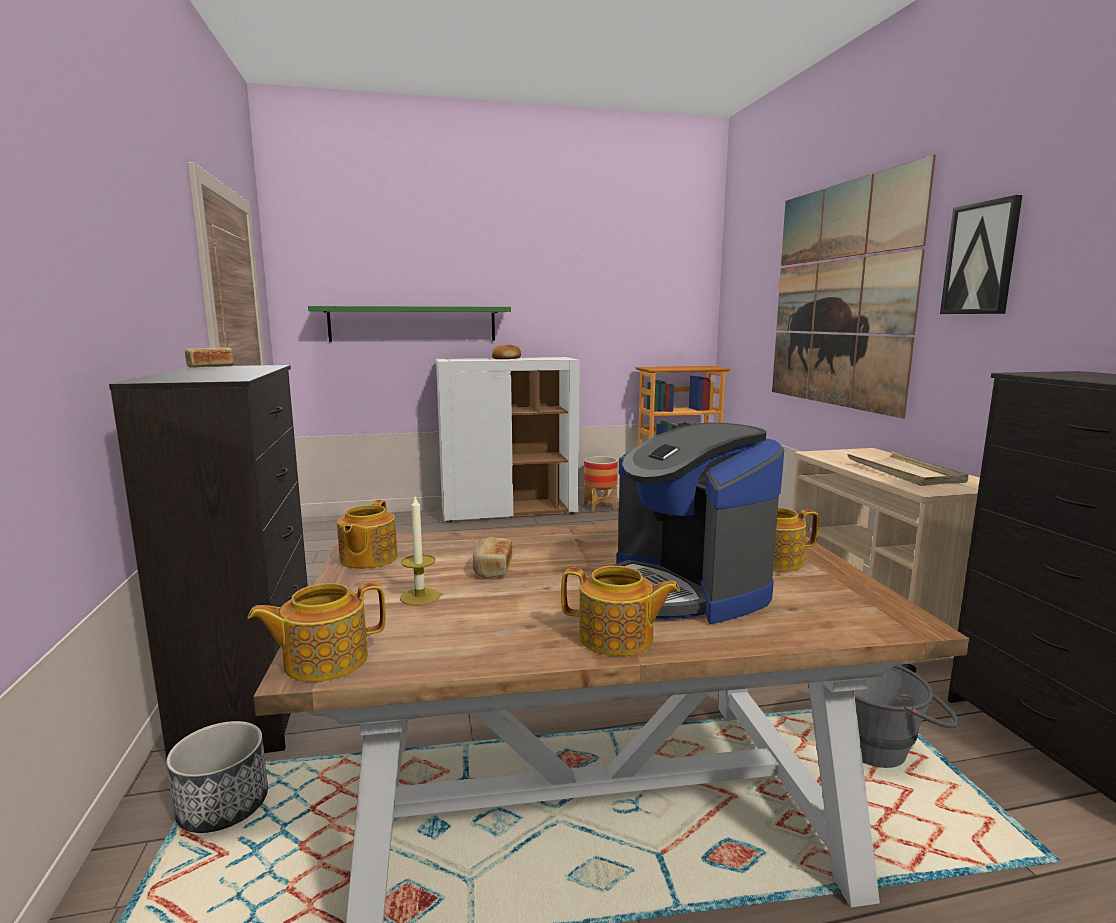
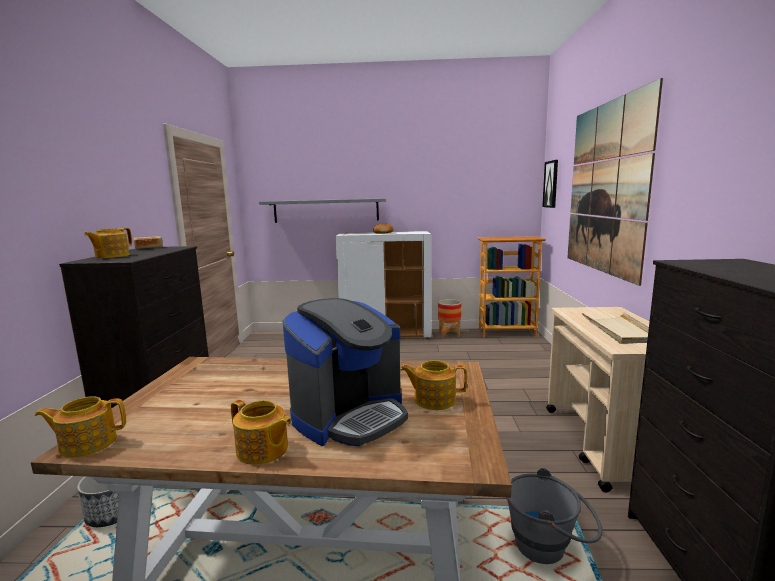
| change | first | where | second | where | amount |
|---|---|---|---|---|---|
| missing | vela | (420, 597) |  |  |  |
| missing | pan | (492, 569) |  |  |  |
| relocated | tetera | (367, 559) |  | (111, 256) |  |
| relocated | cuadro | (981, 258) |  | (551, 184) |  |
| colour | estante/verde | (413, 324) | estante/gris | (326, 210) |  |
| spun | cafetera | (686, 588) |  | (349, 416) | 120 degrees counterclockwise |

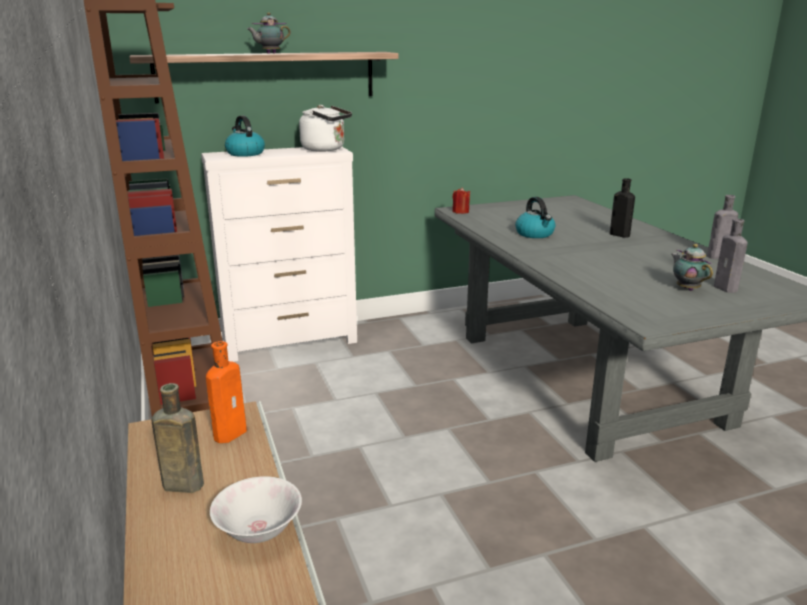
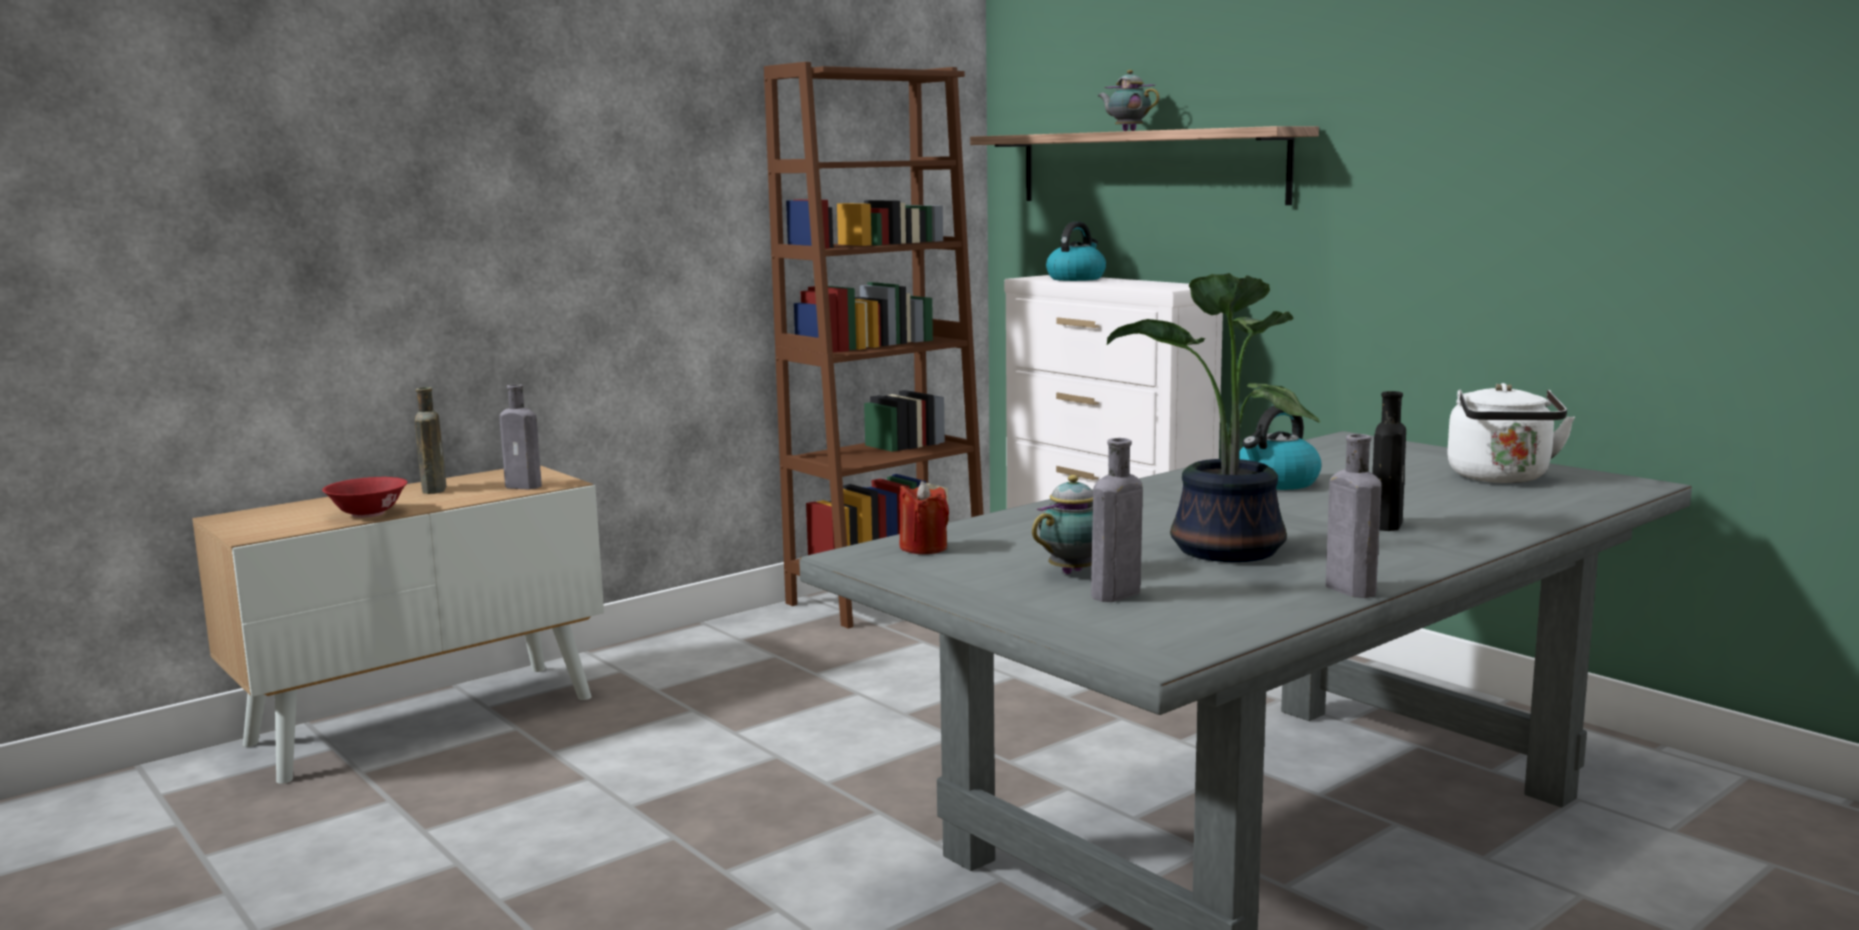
| change | first | where | second | where | amount |
|---|---|---|---|---|---|
| appeared |  |  | planta en maceta | (1221, 551) |  |
| relocated | hervidor/blanco | (326, 149) |  | (1501, 478) |  |
| relocated | vela/rojo | (460, 211) |  | (923, 548) |  |
| colour | botella/naranja | (232, 432) | botella/gris | (526, 486) |  |
| colour | cuenco/blanco | (258, 530) | cuenco/rojo | (368, 514) |  |

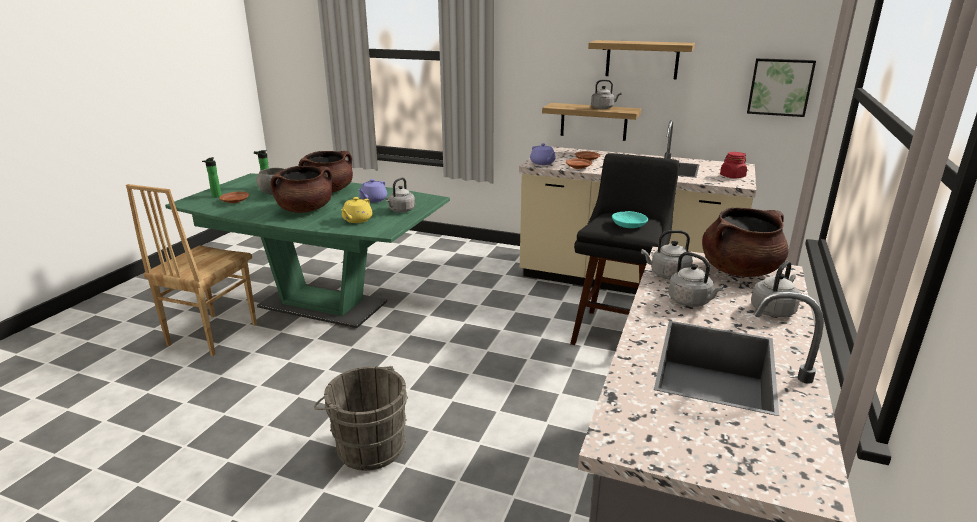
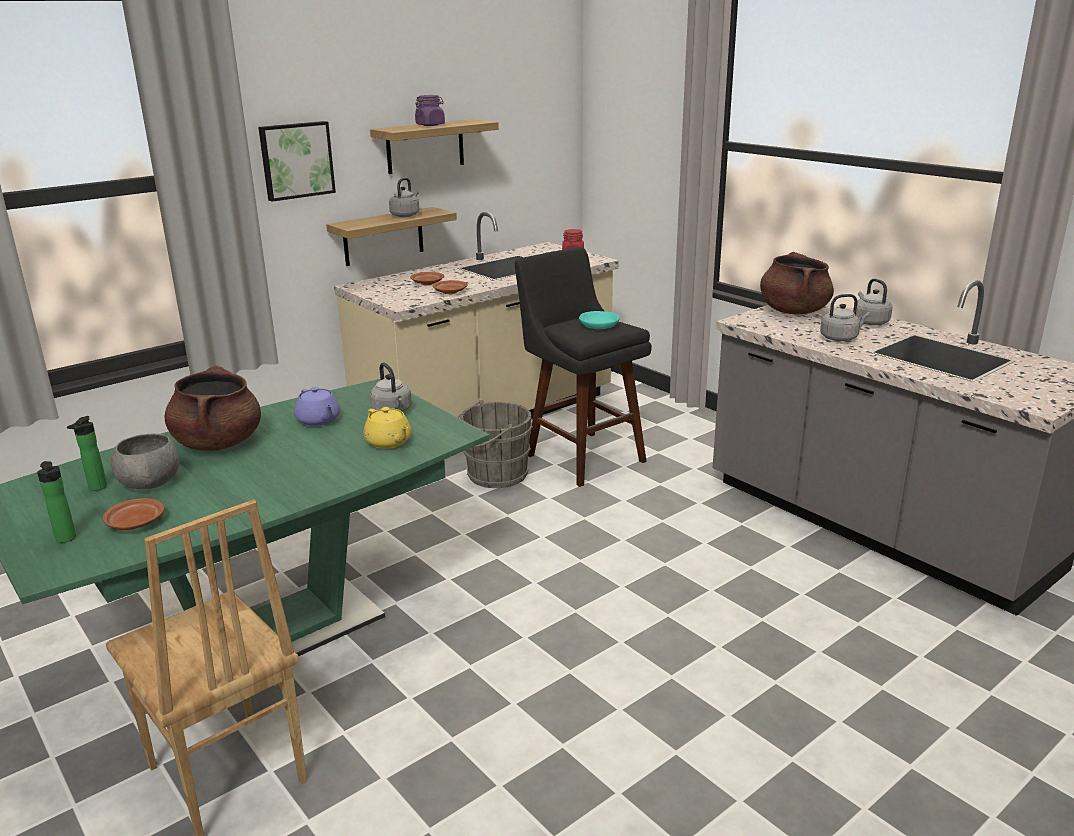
| change | first | where | second | where | amount |
|---|---|---|---|---|---|
| missing | olla/marrón | (305, 210) |  |  |  |
| missing | tetera/morado | (542, 163) |  |  |  |
| missing | hervidor/gris | (667, 275) |  |  |  |
| appeared |  |  | tarro/morado | (430, 125) |  |
| relocated | cubo/gris | (367, 446) |  | (493, 475) |  |
| relocated | cuadro | (780, 87) |  | (296, 160) |  |

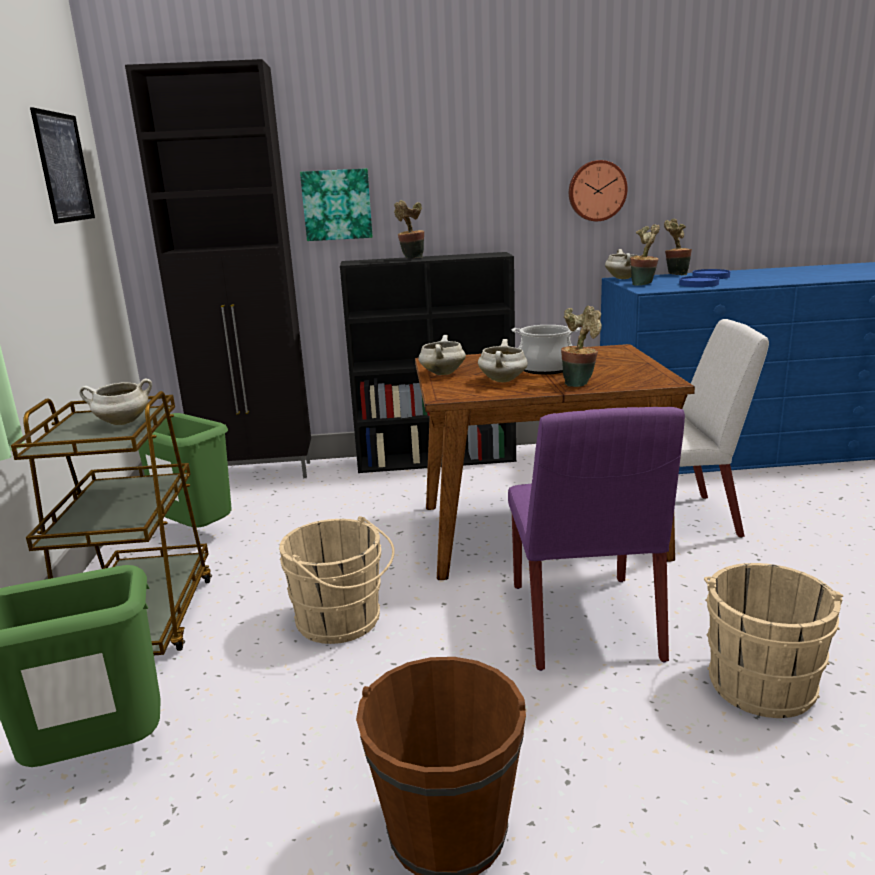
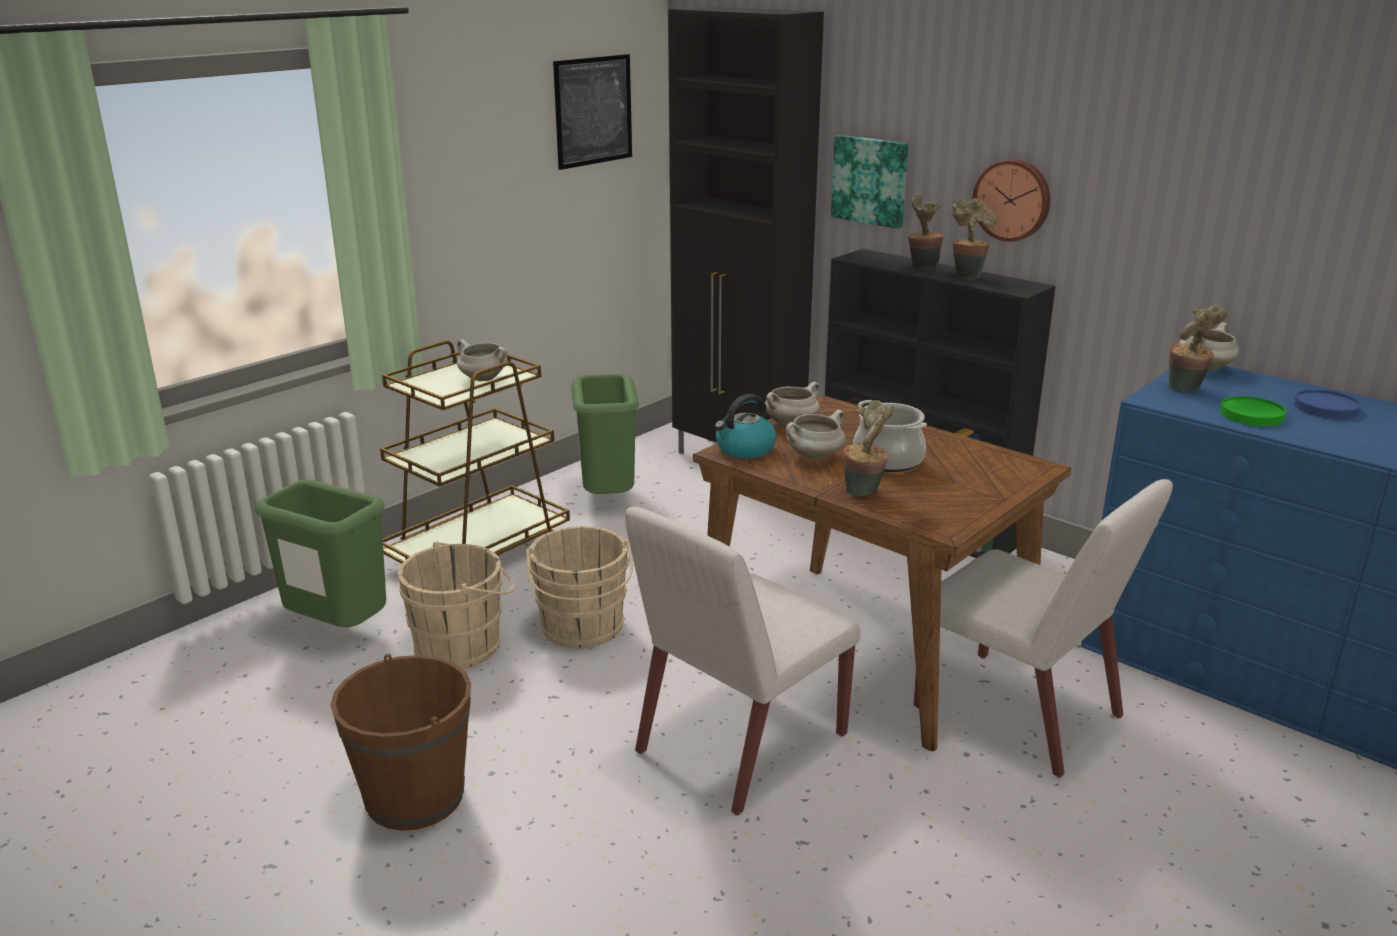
| change | first | where | second | where | amount |
|---|---|---|---|---|---|
| appeared |  |  | hervidor | (744, 449) |  |
| relocated | reloj de pared | (596, 191) |  | (1013, 199) |  |
| relocated | planta en maceta | (675, 274) |  | (967, 275) |  |
| relocated | cubo/beis | (761, 681) |  | (463, 645) |  |
| colour | silla/morado | (584, 622) | silla/blanco | (740, 745) |  |
| colour | plato/azul | (698, 284) | plato/verde | (1251, 415) |  |

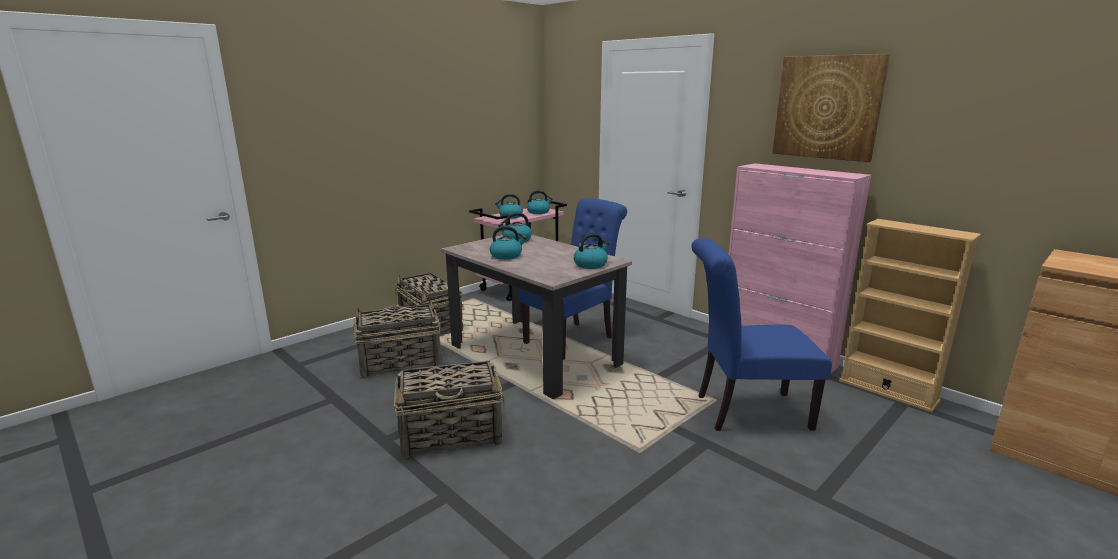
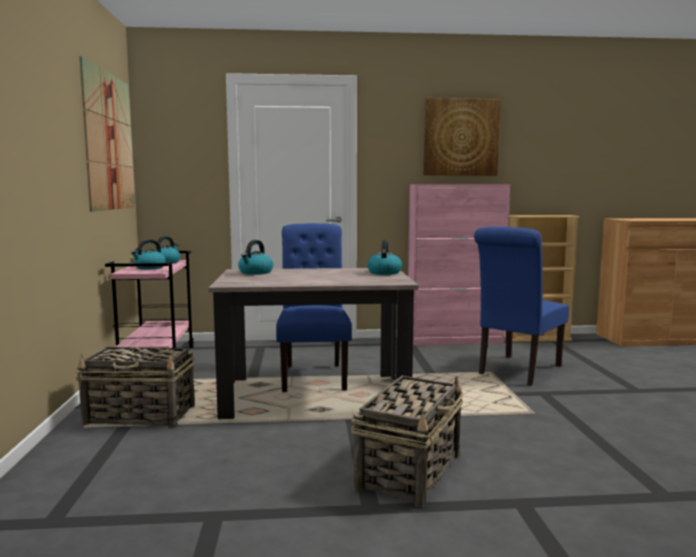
| change | first | where | second | where | amount |
|---|---|---|---|---|---|
| missing | cesta | (399, 363) |  |  |  |
| missing | hervidor | (506, 256) |  |  |  |
| appeared |  |  | cuadro | (109, 141) |  |

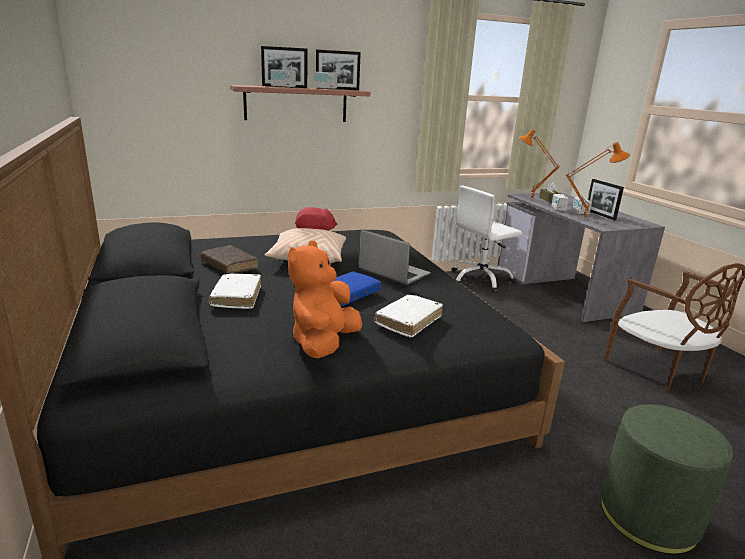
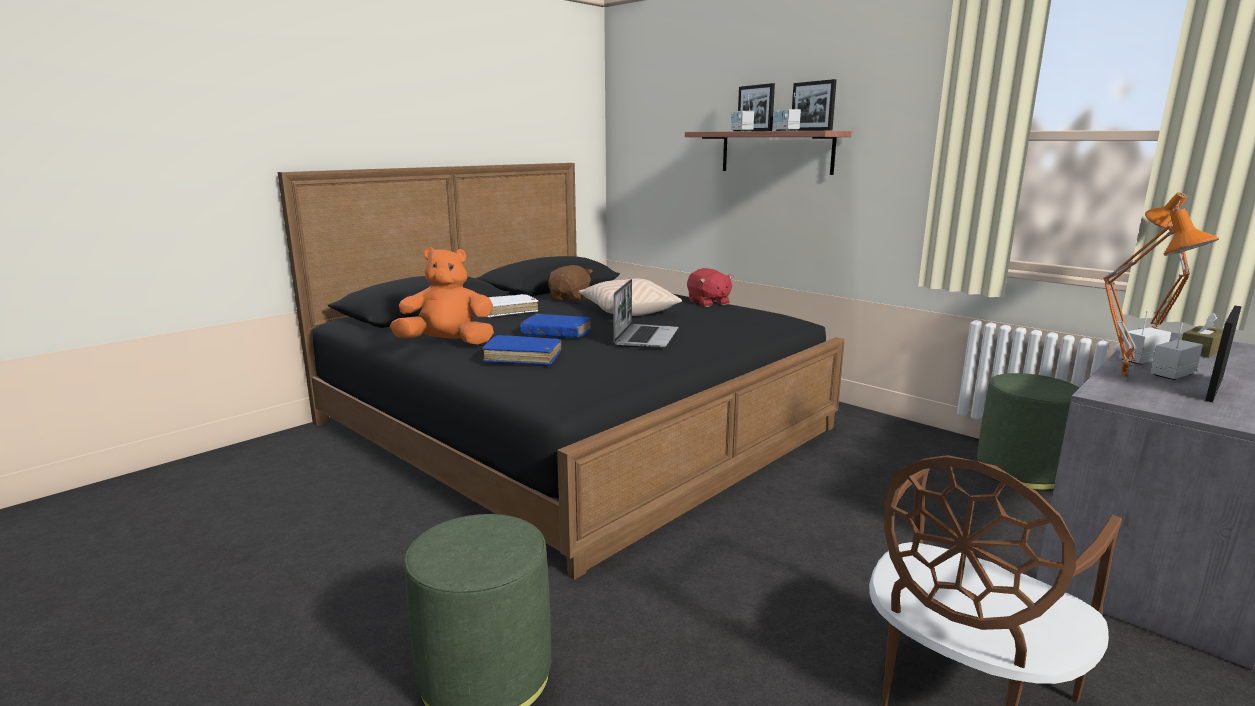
| change | first | where | second | where | amount |
|---|---|---|---|---|---|
| exchanged | libro/marrón | (229, 265) | peluche/marrón | (570, 299) |  |
| exchanged | silla de oficina/blanco | (480, 280) | puf/verde | (1020, 471) |  |
| colour | libro/blanco | (408, 321) | libro/azul | (523, 358) |  |

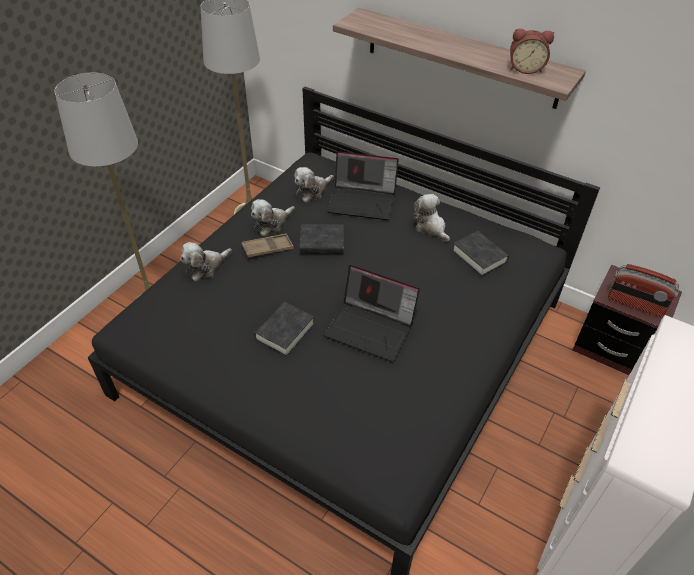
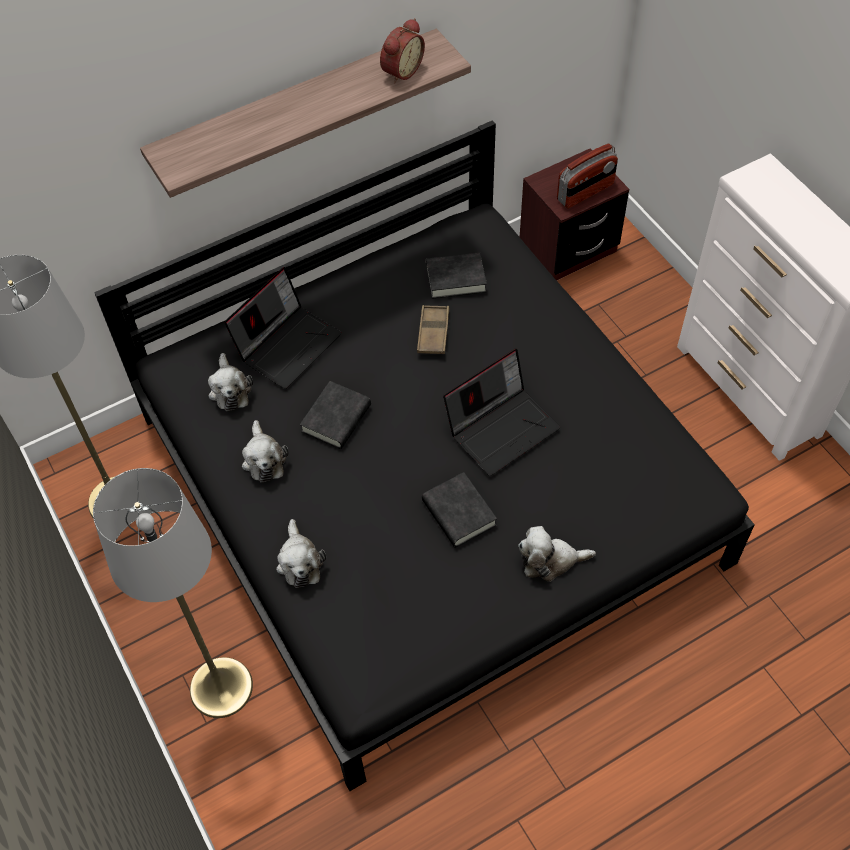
| change | first | where | second | where | amount |
|---|---|---|---|---|---|
| relocated | bandeja/marrón | (267, 248) |  | (433, 332) |  |
| relocated | peluche | (430, 227) |  | (550, 560) |  |

